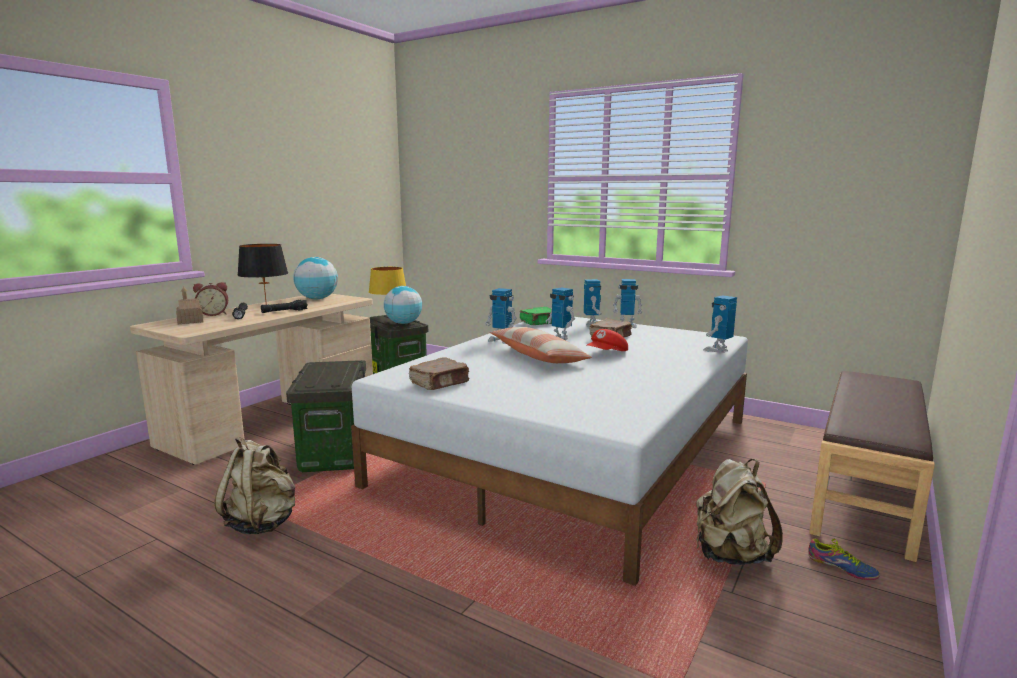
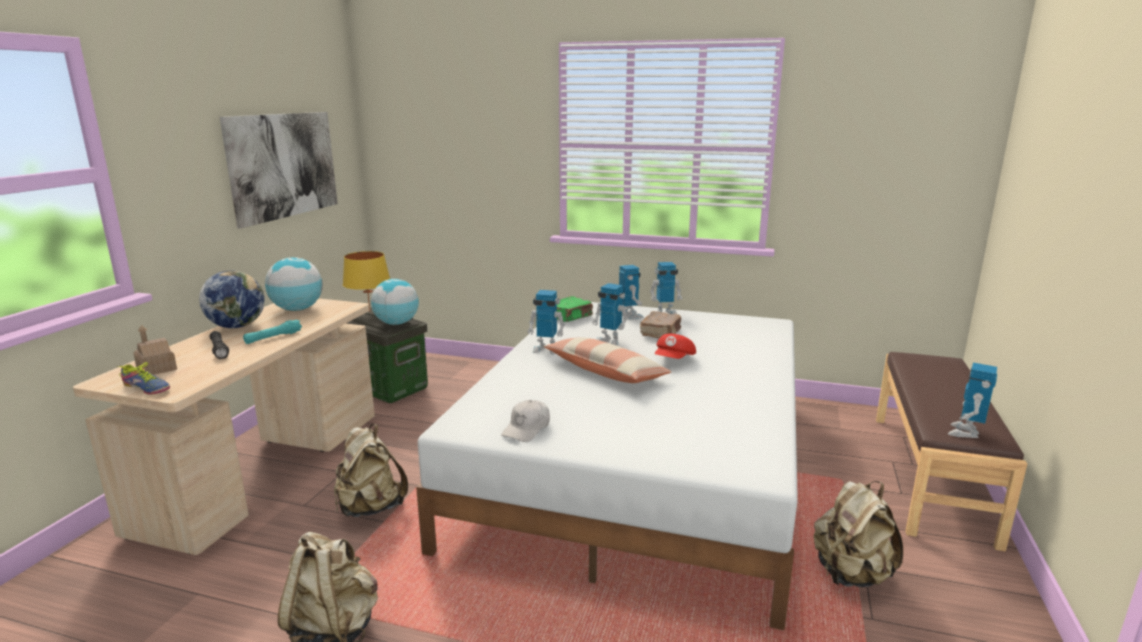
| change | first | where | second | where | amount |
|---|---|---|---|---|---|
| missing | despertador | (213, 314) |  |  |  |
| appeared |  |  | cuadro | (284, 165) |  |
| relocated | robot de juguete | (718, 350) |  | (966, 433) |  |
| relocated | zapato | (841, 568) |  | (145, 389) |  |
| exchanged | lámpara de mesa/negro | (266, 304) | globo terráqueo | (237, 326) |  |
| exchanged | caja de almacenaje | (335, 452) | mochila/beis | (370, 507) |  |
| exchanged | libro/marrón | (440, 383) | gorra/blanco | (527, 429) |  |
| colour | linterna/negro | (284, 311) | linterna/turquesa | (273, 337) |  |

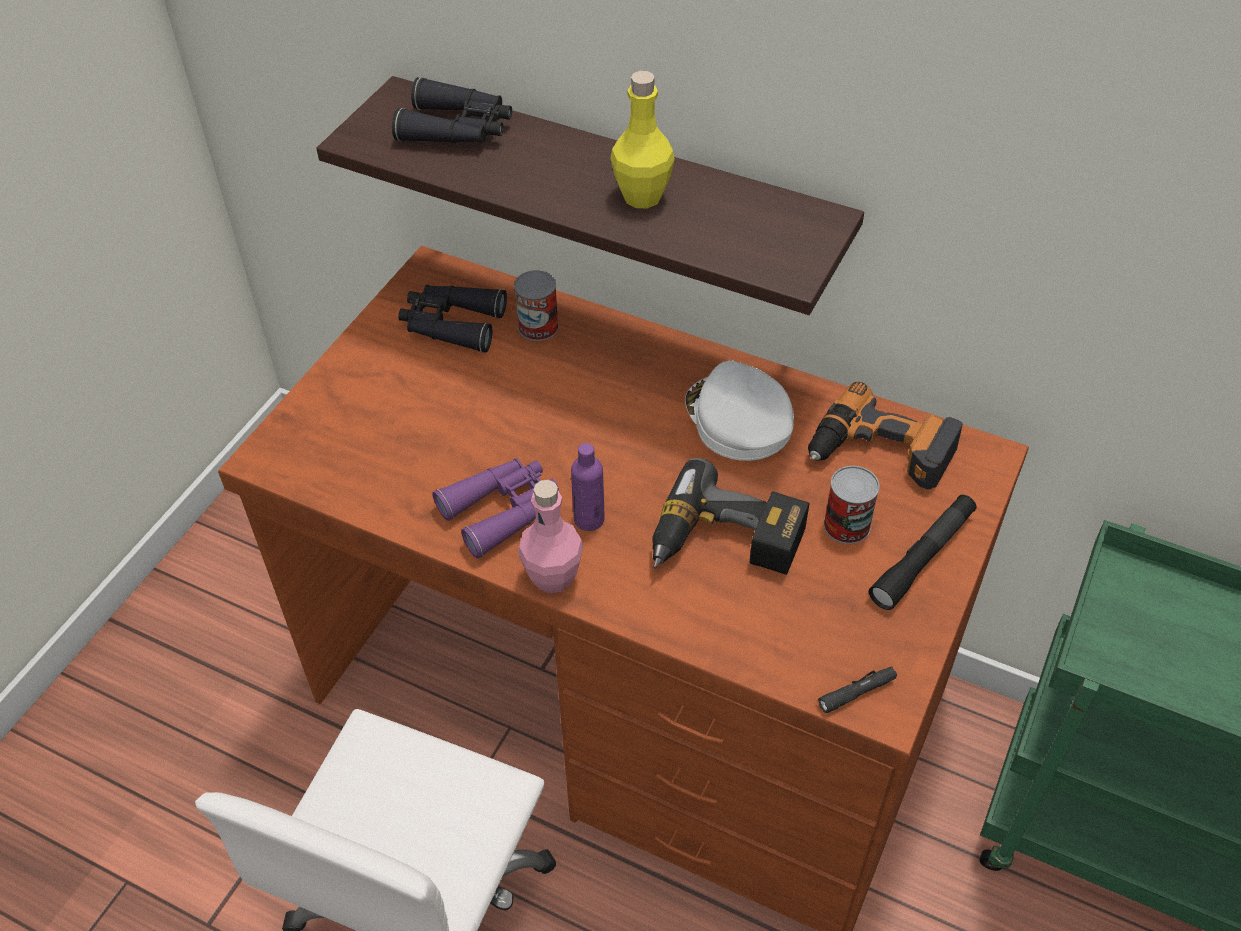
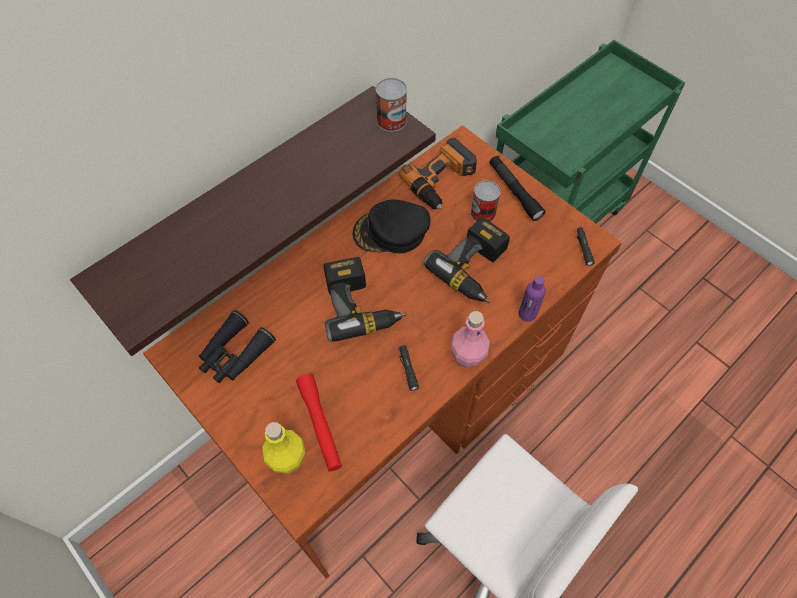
| change | first | where | second | where | amount |
|---|---|---|---|---|---|
| missing | prismáticos/negro | (458, 129) |  |  |  |
| appeared |  |  | linterna/rojo | (320, 425) |  |
| appeared |  |  | taladro | (361, 304) |  |
| relocated | lata | (538, 326) |  | (391, 121) |  |
| relocated | botella/morado | (589, 519) |  | (527, 314) |  |
| relocated | botella/amarillo | (642, 196) |  | (288, 460) |  |
| exchanged | prismáticos/morado | (503, 510) | linterna/negro | (408, 369) |  |
| colour | gorra/blanco | (738, 419) | gorra/negro | (391, 232) |  |

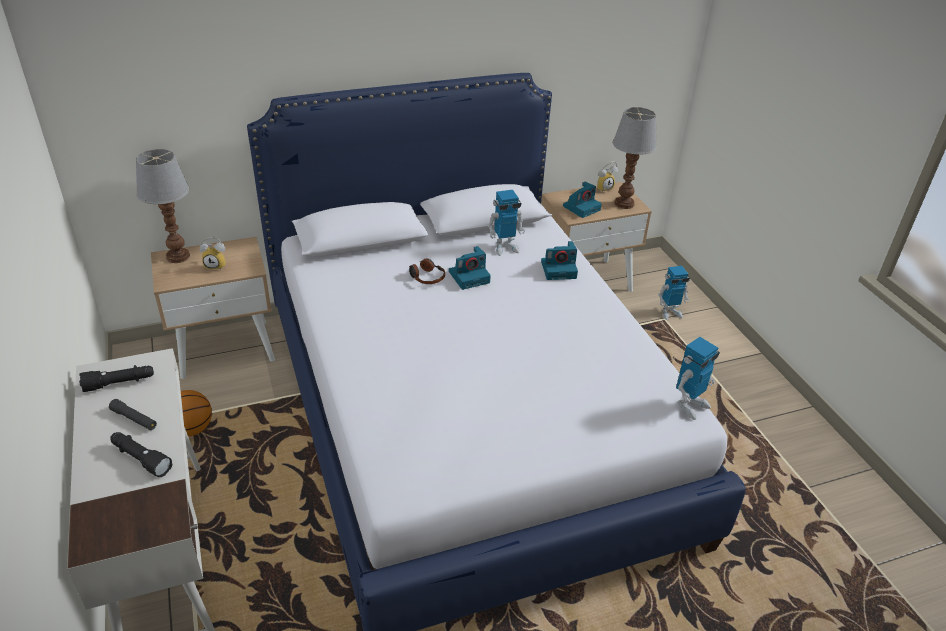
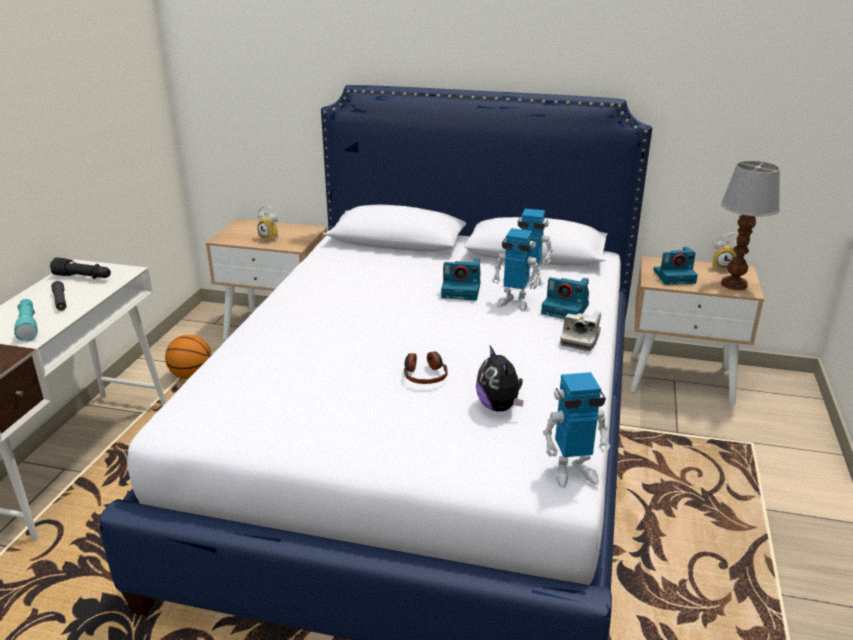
| change | first | where | second | where | amount |
|---|---|---|---|---|---|
| missing | lámpara de mesa | (177, 256) |  |  |  |
| appeared |  |  | peluche | (499, 407) |  |
| appeared |  |  | cámara | (580, 339) |  |
| relocated | auriculares | (426, 277) |  | (424, 375) |  |
| relocated | robot de juguete | (670, 313) |  | (514, 302) |  |
| colour | linterna/negro | (140, 459) | linterna/turquesa | (28, 326) |  |

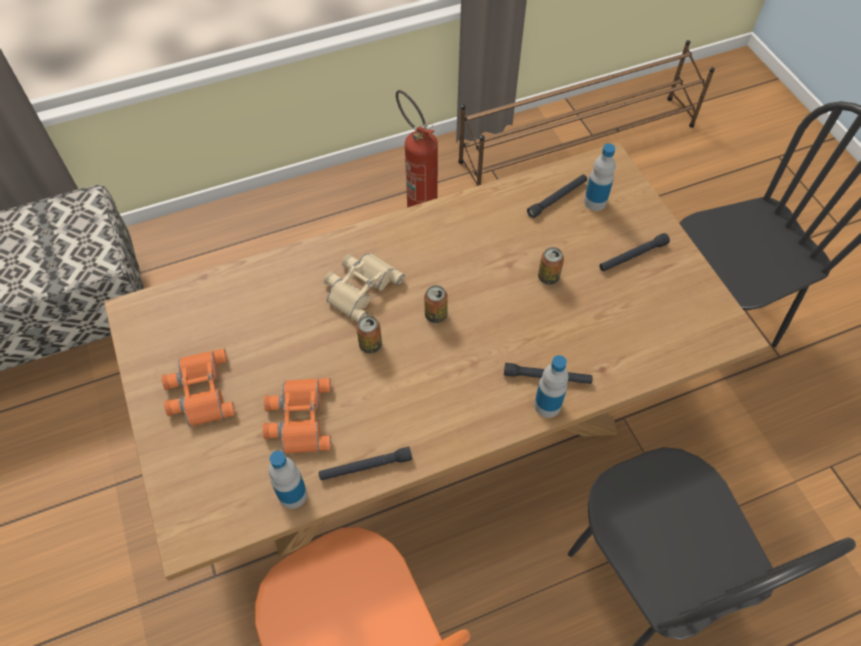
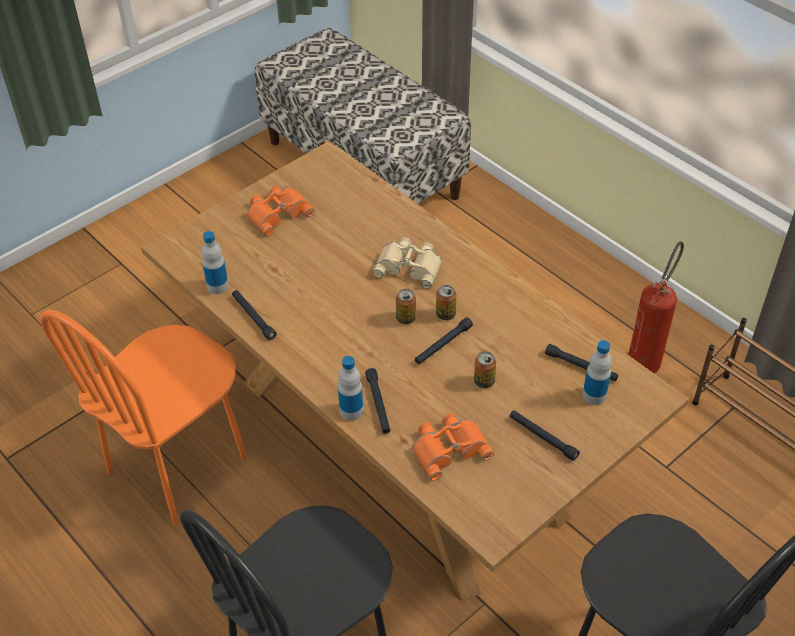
| change | first | where | second | where | amount |
|---|---|---|---|---|---|
| appeared |  |  | linterna/negro | (443, 345) |  |
| relocated | prismáticos/naranja | (298, 418) |  | (449, 447) |  |
| relocated | lata | (370, 345) |  | (445, 314) |  |

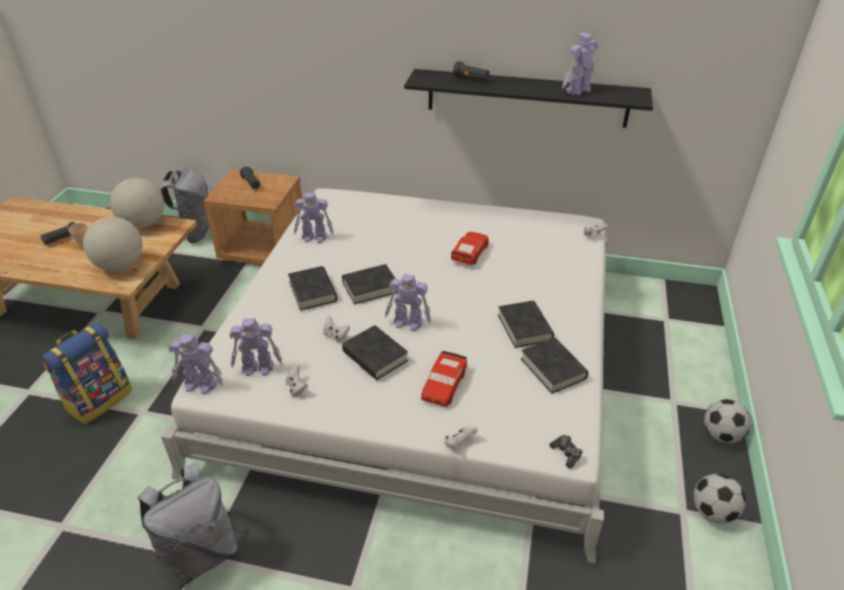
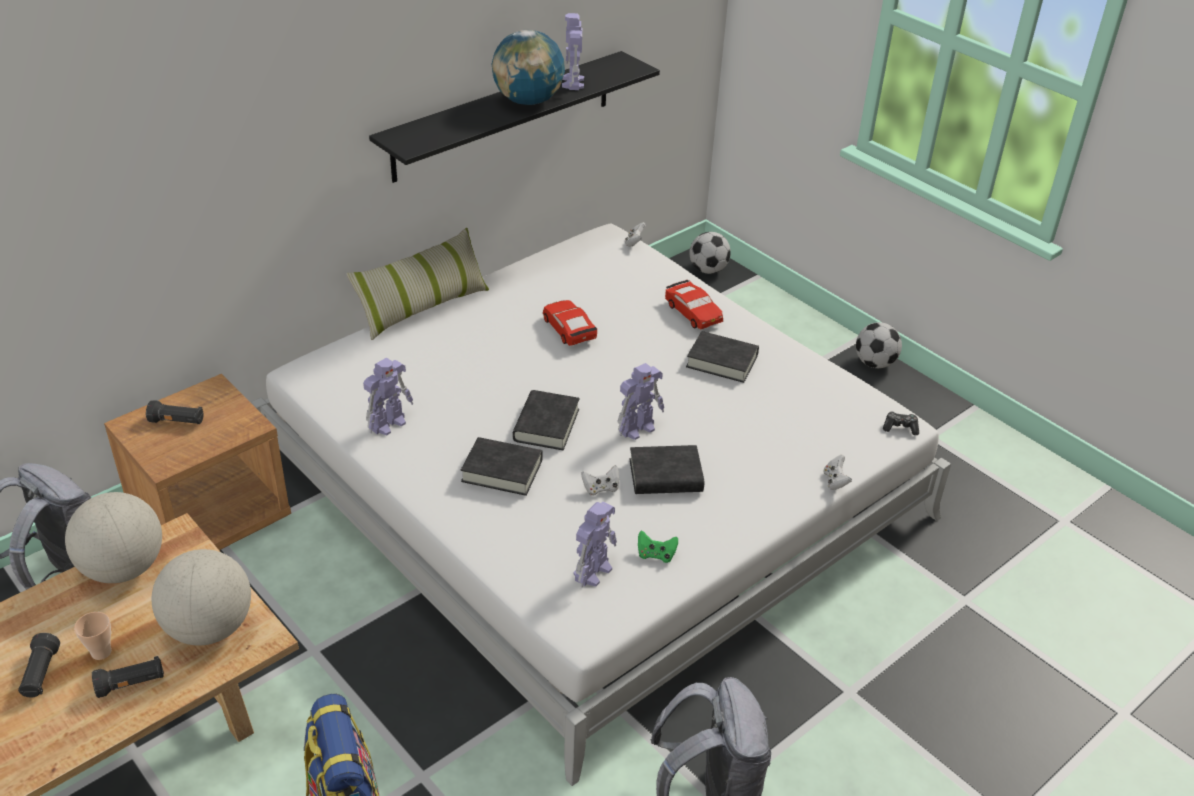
| change | first | where | second | where | amount |
|---|---|---|---|---|---|
| missing | robot de juguete | (201, 385) |  |  |  |
| missing | libro/negro | (553, 369) |  |  |  |
| appeared |  |  | cojín | (422, 307) |  |
| appeared |  |  | globo terráqueo | (528, 101) |  |
| relocated | coche de juguete/rojo | (444, 384) |  | (693, 312) |  |
| relocated | linterna/negro | (471, 79) |  | (131, 684) |  |
| relocated | balón de fútbol | (712, 512) |  | (708, 270) |  |
| colour | mando de consola/blanco | (296, 388) | mando de consola/verde | (656, 555) |  |

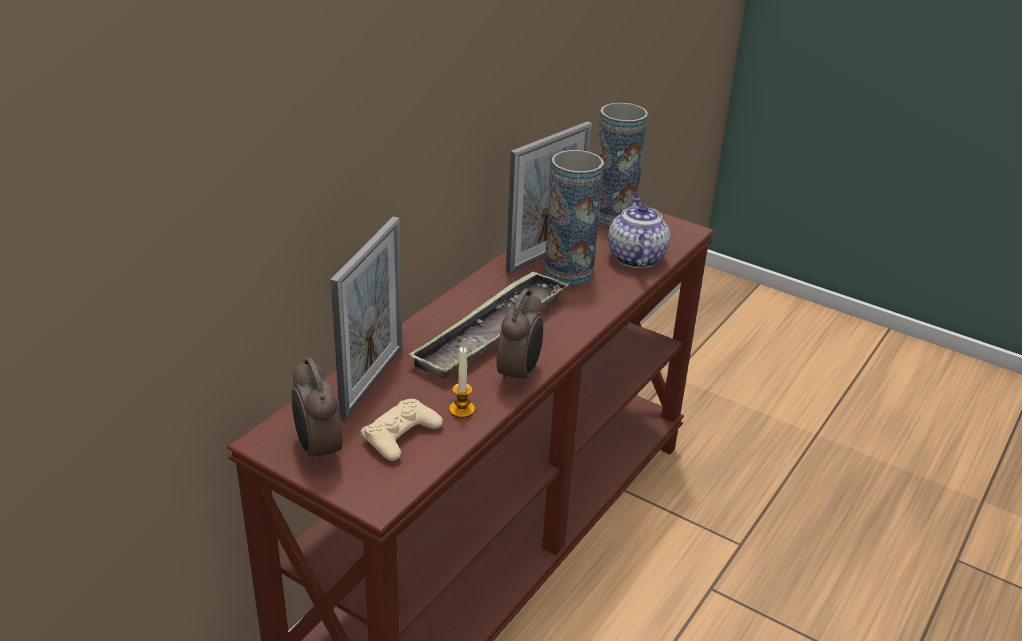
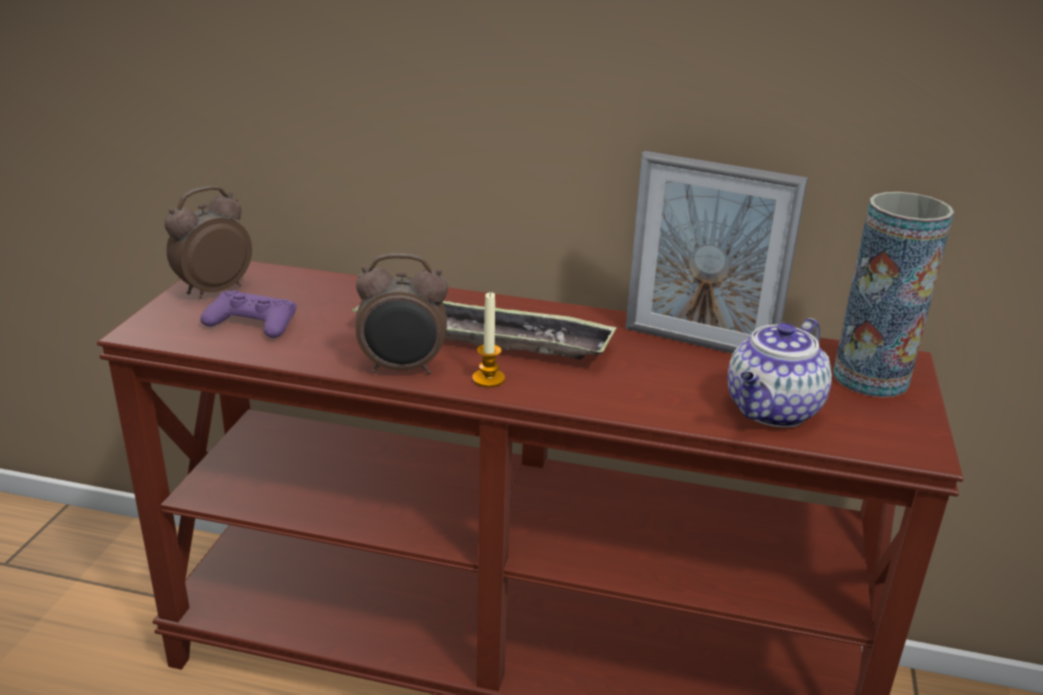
| change | first | where | second | where | amount |
|---|---|---|---|---|---|
| missing | portarretratos | (372, 381) |  |  |  |
| missing | florero | (568, 273) |  |  |  |
| relocated | vela | (462, 410) |  | (488, 379) |  |
| colour | mando de consola/beis | (401, 435) | mando de consola/morado | (252, 323) |  |
| spun | tetera | (635, 257) |  | (772, 411) | 150 degrees clockwise |

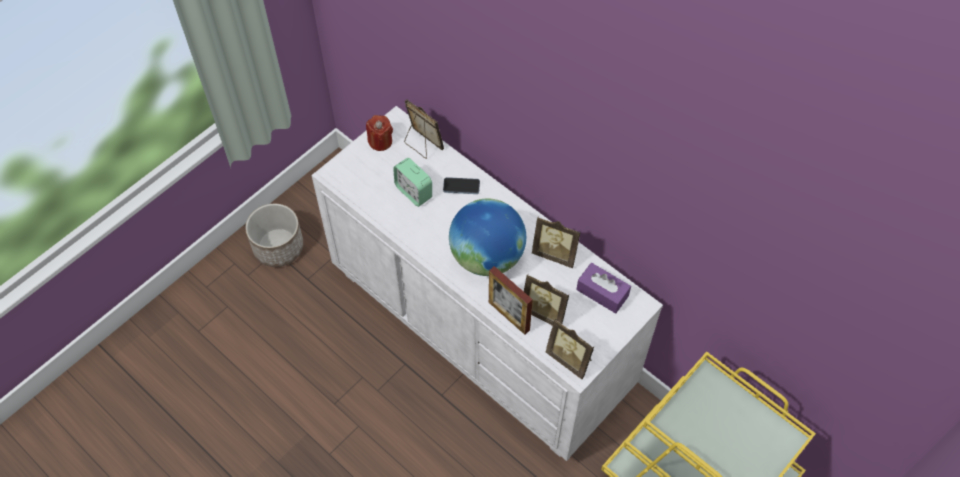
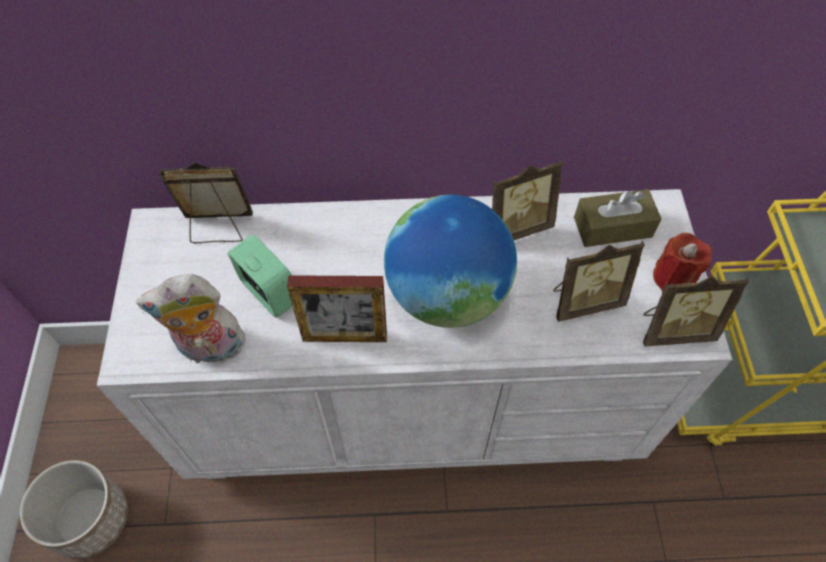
| change | first | where | second | where | amount |
|---|---|---|---|---|---|
| missing | móvil | (461, 186) |  |  |  |
| appeared |  |  | peluche | (210, 349) |  |
| relocated | vela/rojo | (380, 141) |  | (673, 278) |  |
| relocated | portarretratos | (509, 316) |  | (344, 336) |  |
| colour | caja de pañuelos/morado | (602, 292) | caja de pañuelos/marrón | (612, 227) |  |
| spun | despertador | (414, 192) |  | (269, 292) | 135 degrees counterclockwise |

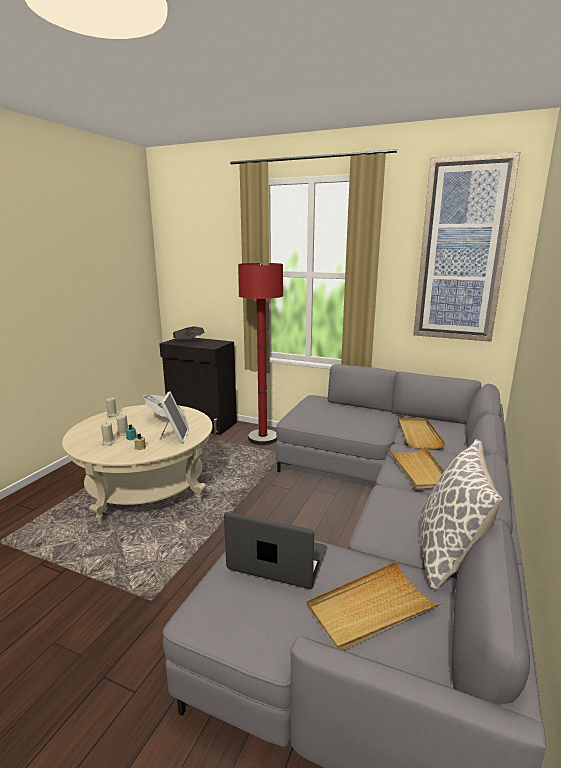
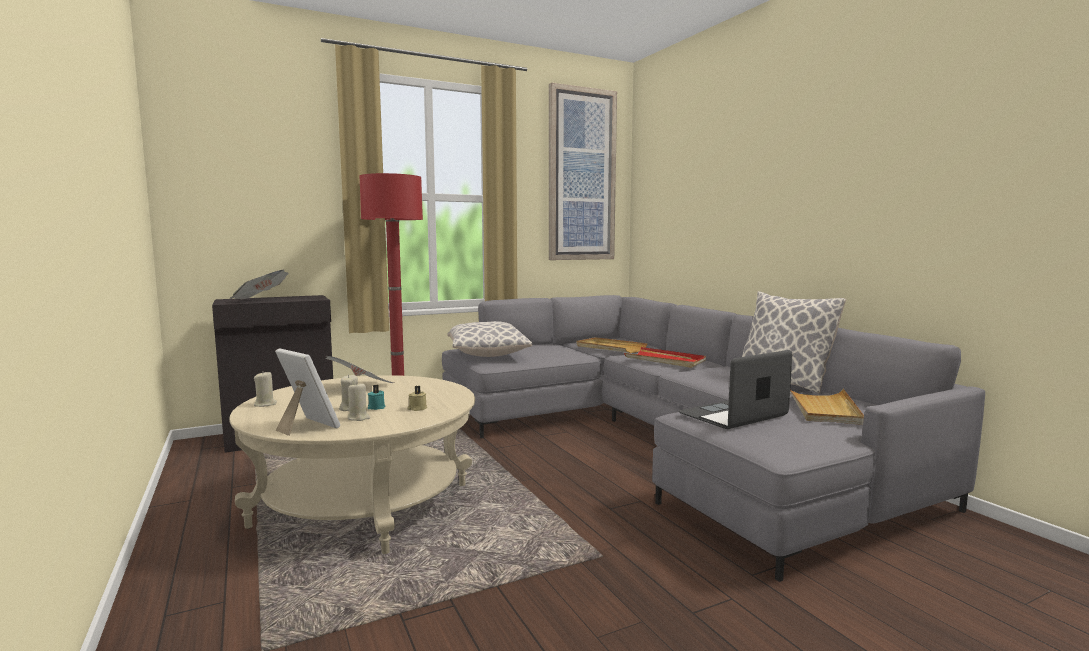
| change | first | where | second | where | amount |
|---|---|---|---|---|---|
| appeared |  |  | cojín | (487, 355) |  |
| relocated | portarretratos | (174, 437) |  | (306, 427) |  |
| colour | bandeja/beis | (419, 470) | bandeja/rojo | (665, 360) |  |

